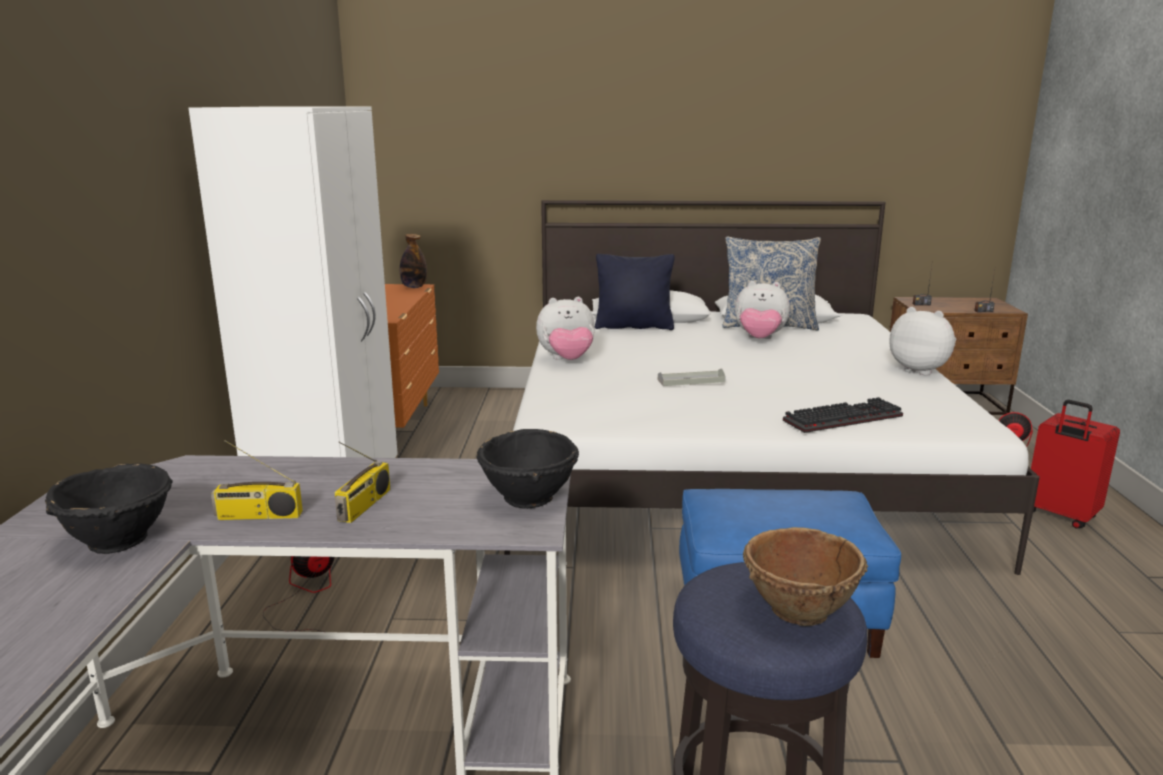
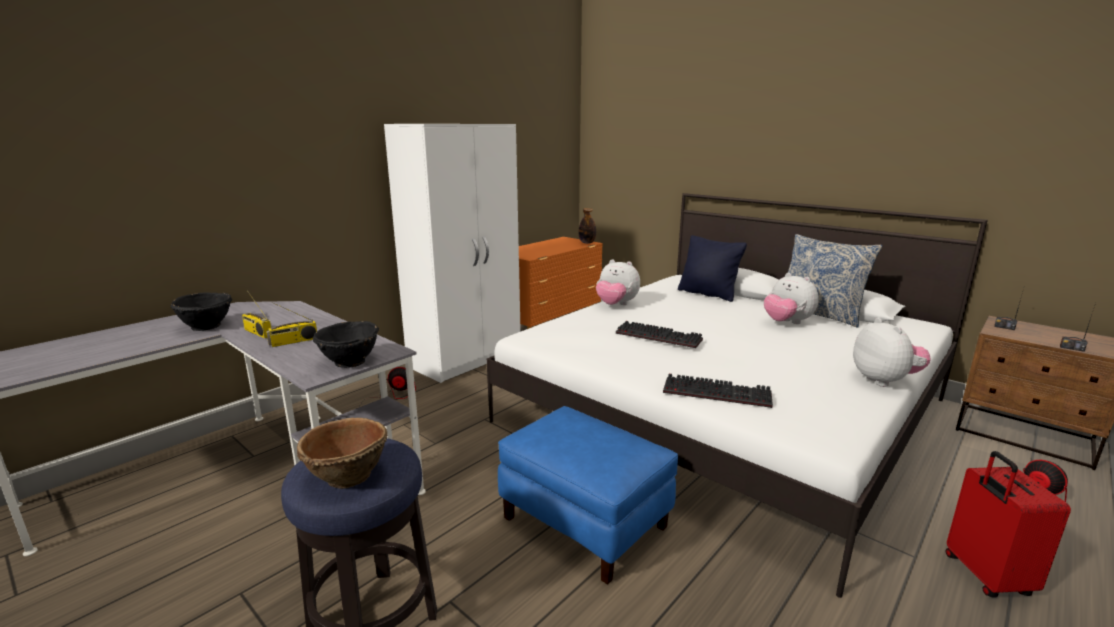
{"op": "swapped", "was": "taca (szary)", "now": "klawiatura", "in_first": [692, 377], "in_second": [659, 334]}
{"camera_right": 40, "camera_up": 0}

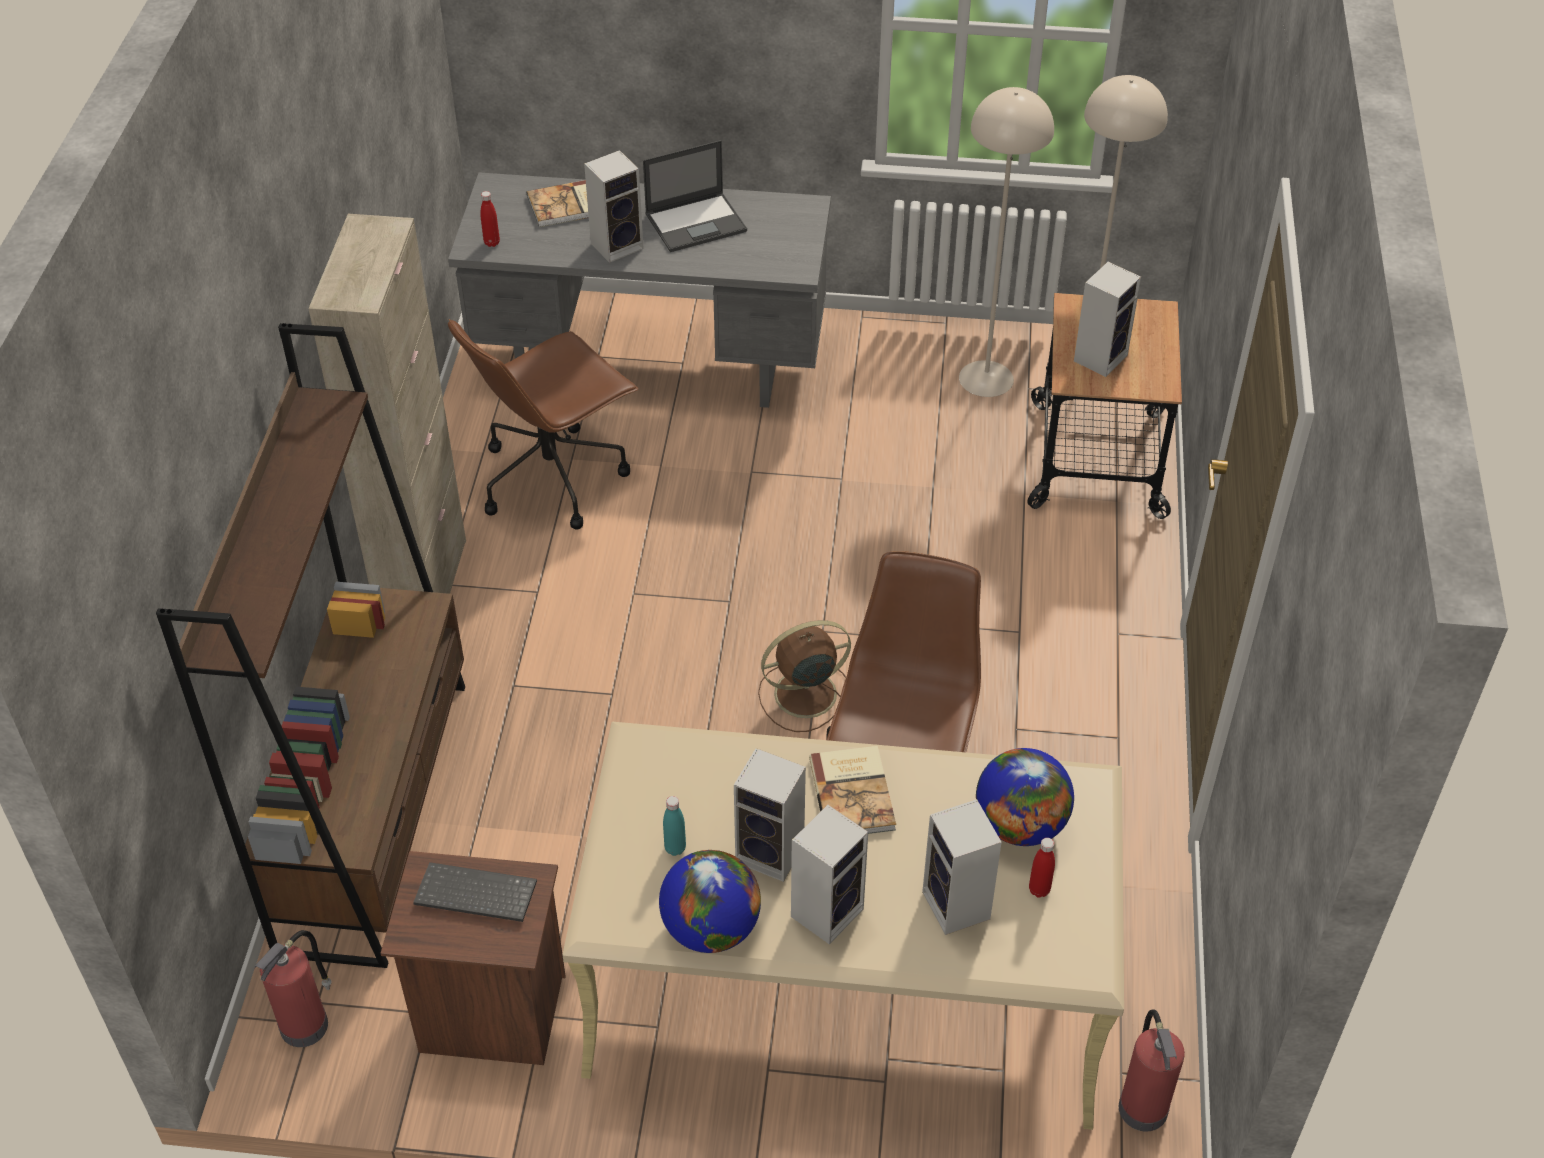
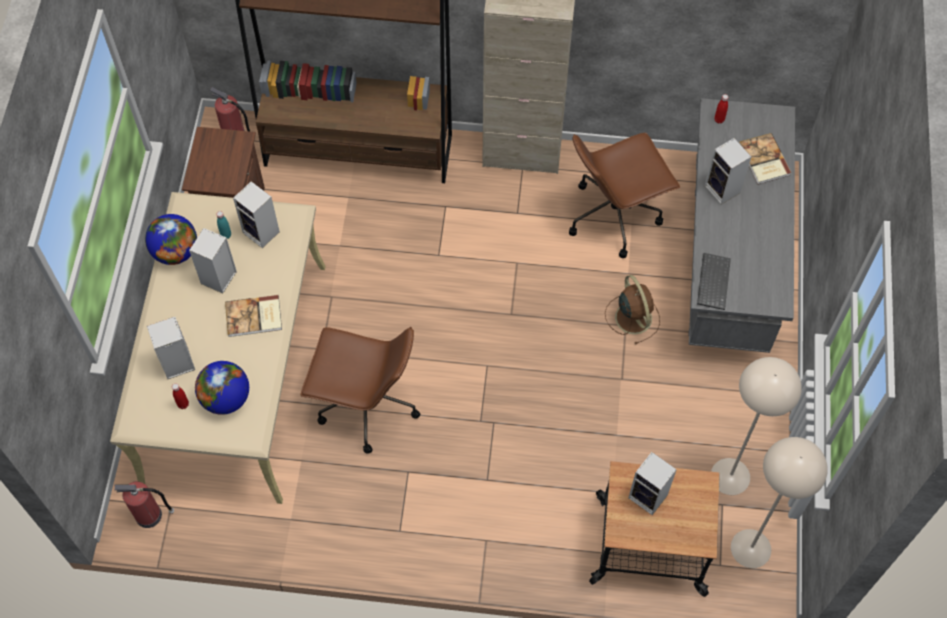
{"op": "gone", "was": "laptop", "in_first": [695, 196]}
{"op": "rotated", "was": "krzesło biurowe (brązowy)", "in_first": [543, 424], "in_second": [624, 195], "clockwise": -75}
{"op": "shifted", "was": "wentylator (brązowy)", "in_first": [804, 676], "in_second": [632, 310]}
{"op": "shifted", "was": "głośnik", "in_first": [829, 875], "in_second": [256, 214]}
{"op": "shifted", "was": "klawiatura", "in_first": [475, 892], "in_second": [714, 281]}
{"camera_right": 90, "camera_up": 15}

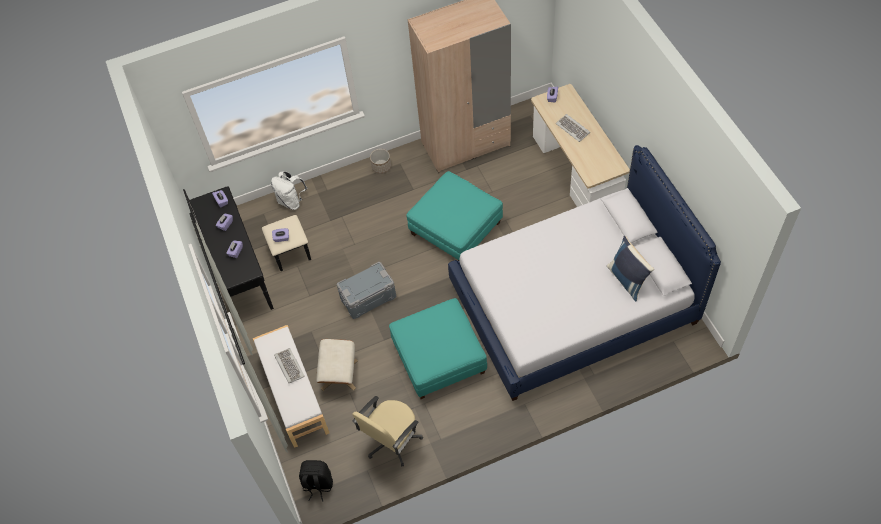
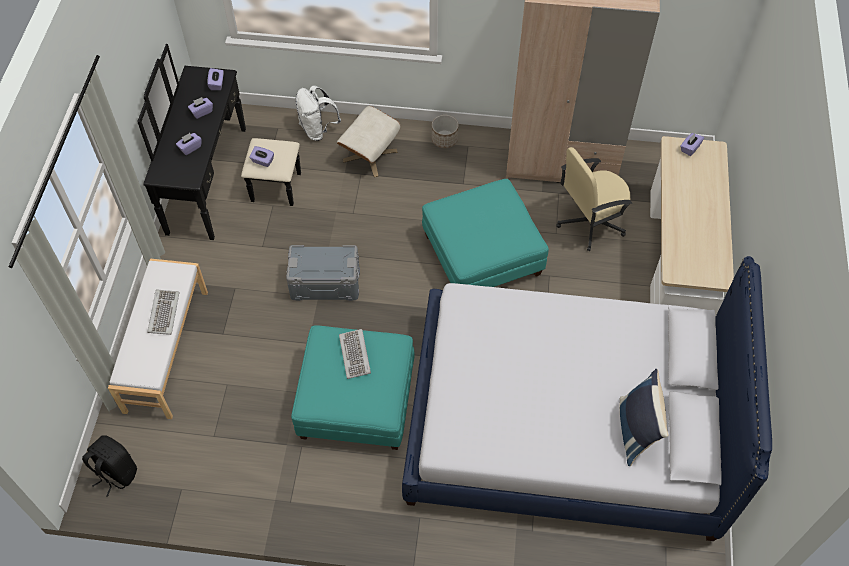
{"op": "shifted", "was": "klawiatura", "in_first": [573, 128], "in_second": [355, 354]}
{"op": "shifted", "was": "pufa (beżowy)", "in_first": [337, 365], "in_second": [368, 141]}
{"op": "shifted", "was": "krzesło biurowe (beżowy)", "in_first": [387, 431], "in_second": [594, 199]}
{"camera_right": 25, "camera_up": 0}

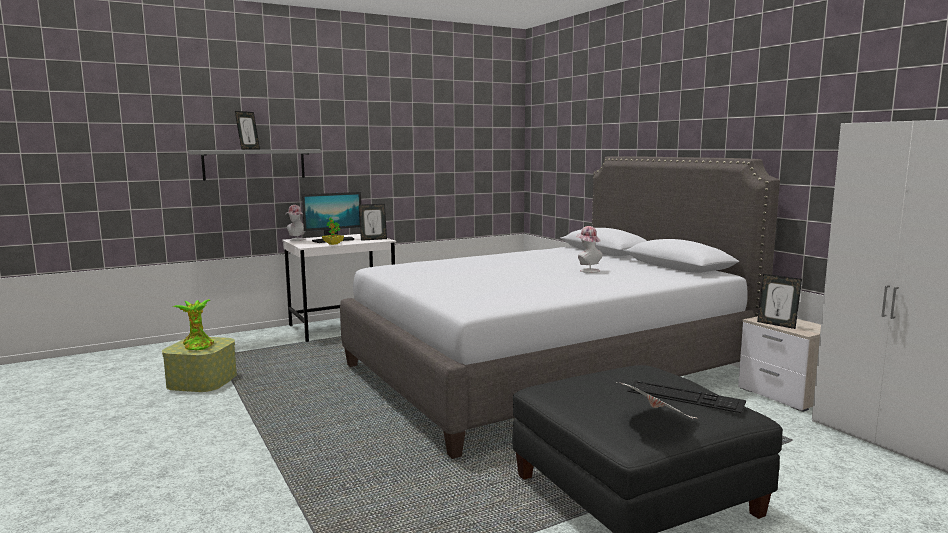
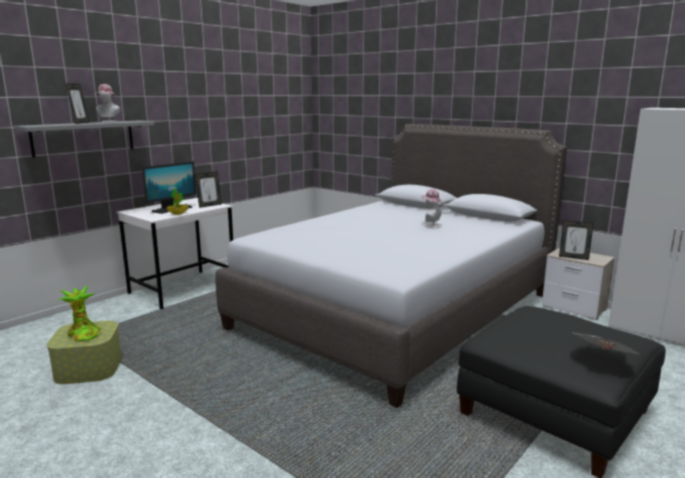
{"op": "shifted", "was": "kapelusz", "in_first": [296, 223], "in_second": [108, 103]}
{"op": "gone", "was": "klawiatura", "in_first": [686, 396]}
{"camera_right": -20, "camera_up": 5}

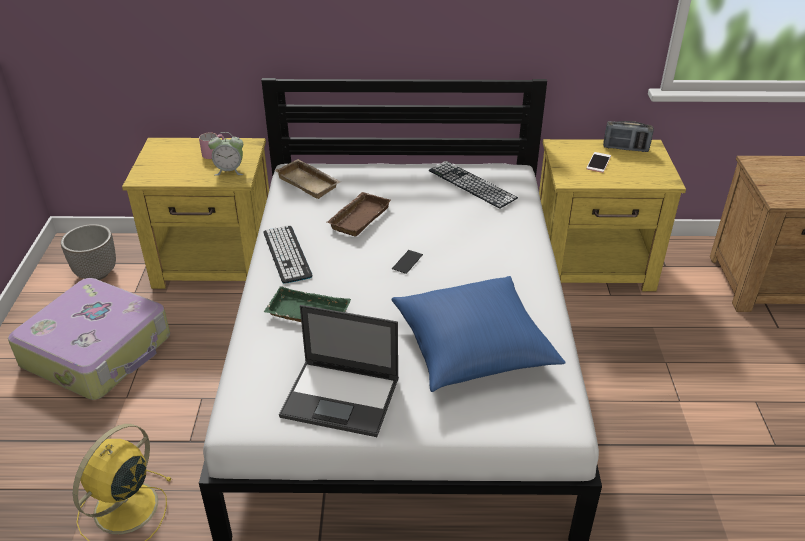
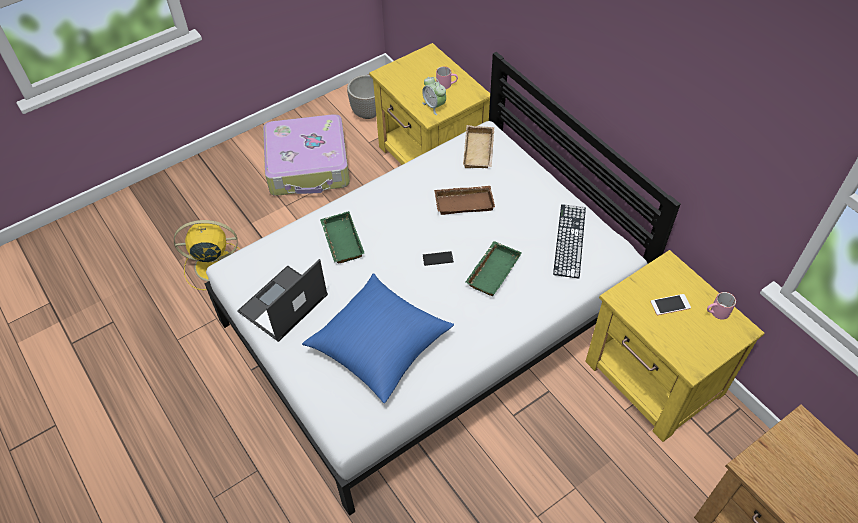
{"op": "swapped", "was": "radio", "now": "kubek (różowy)", "in_first": [628, 136], "in_second": [721, 305]}
{"op": "gone", "was": "klawiatura", "in_first": [288, 255]}
{"op": "rotated", "was": "laptop", "in_first": [339, 371], "in_second": [282, 300], "clockwise": 60}
{"op": "new", "now": "taca (zielony)", "in_second": [494, 268]}
{"camera_right": 55, "camera_up": 15}

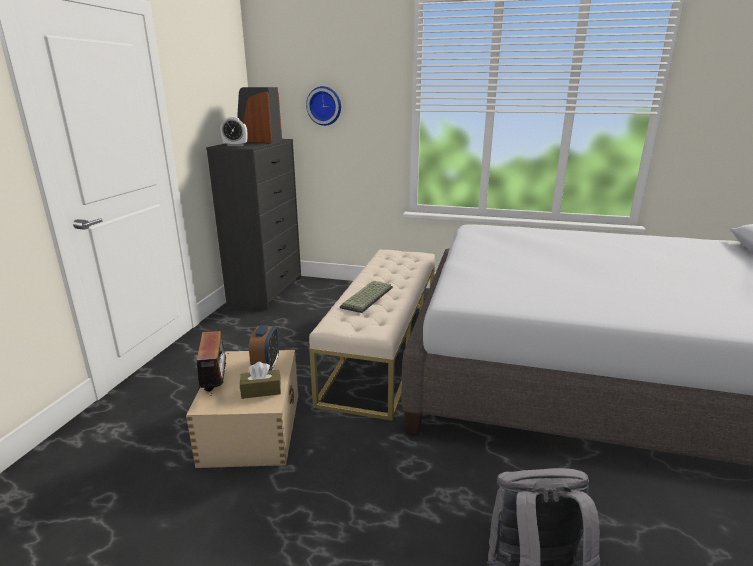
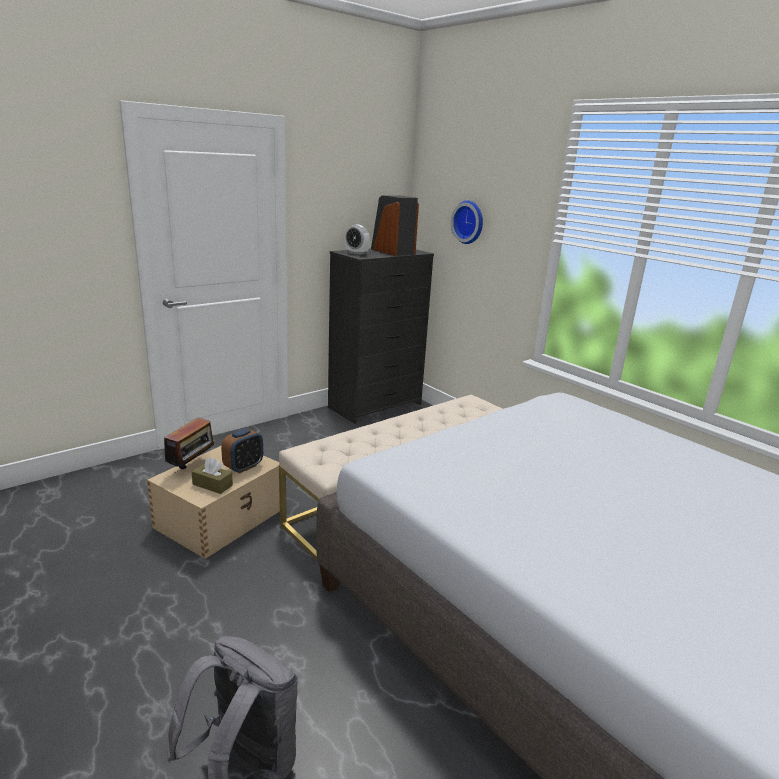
{"op": "gone", "was": "klawiatura", "in_first": [366, 297]}
{"camera_right": 35, "camera_up": 0}

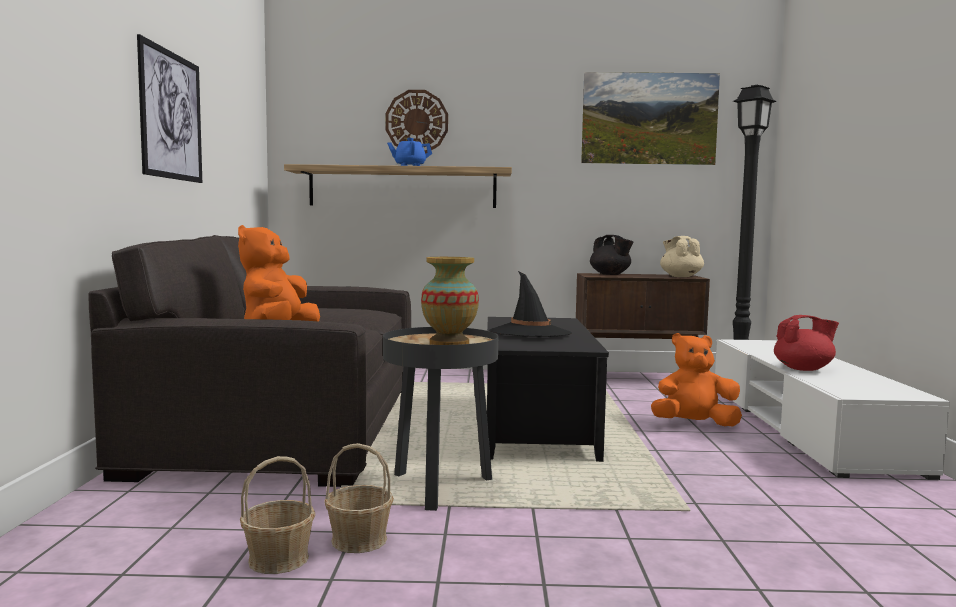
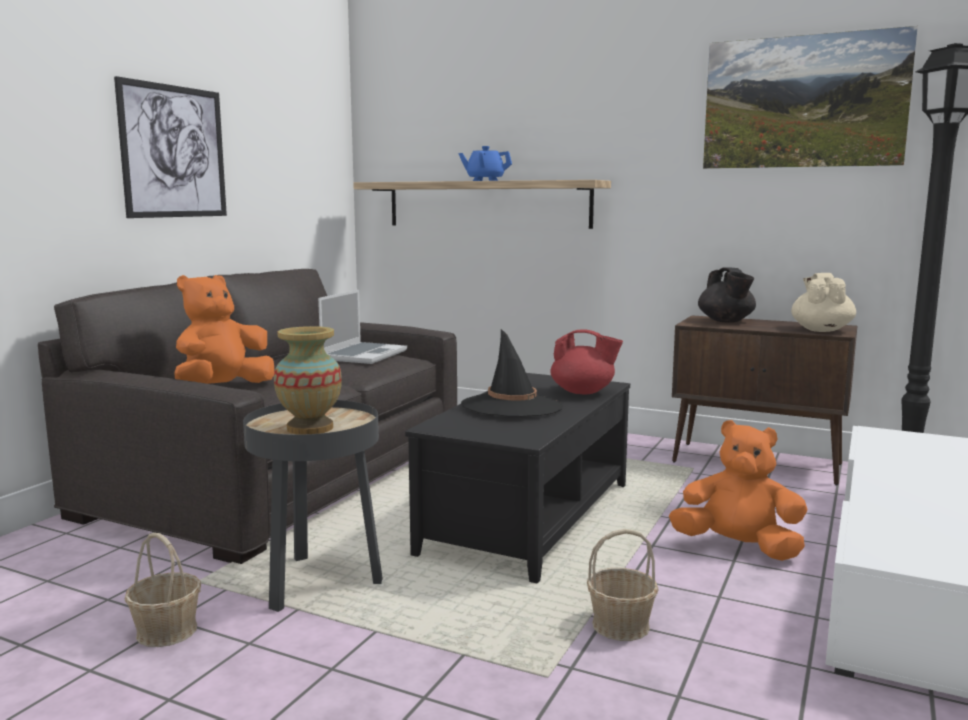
{"op": "gone", "was": "zegar ścienny", "in_first": [417, 122]}
{"op": "shifted", "was": "imbryk (czerwony)", "in_first": [806, 343], "in_second": [587, 362]}
{"op": "shifted", "was": "koszyk", "in_first": [277, 515], "in_second": [623, 585]}
{"op": "new", "now": "laptop", "in_second": [362, 327]}
{"camera_right": 25, "camera_up": 5}

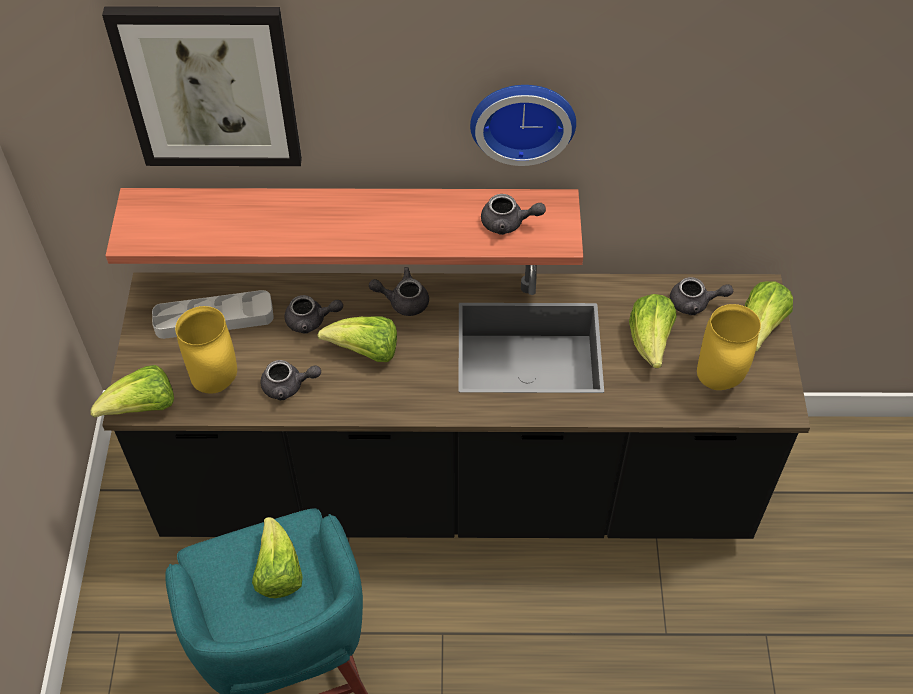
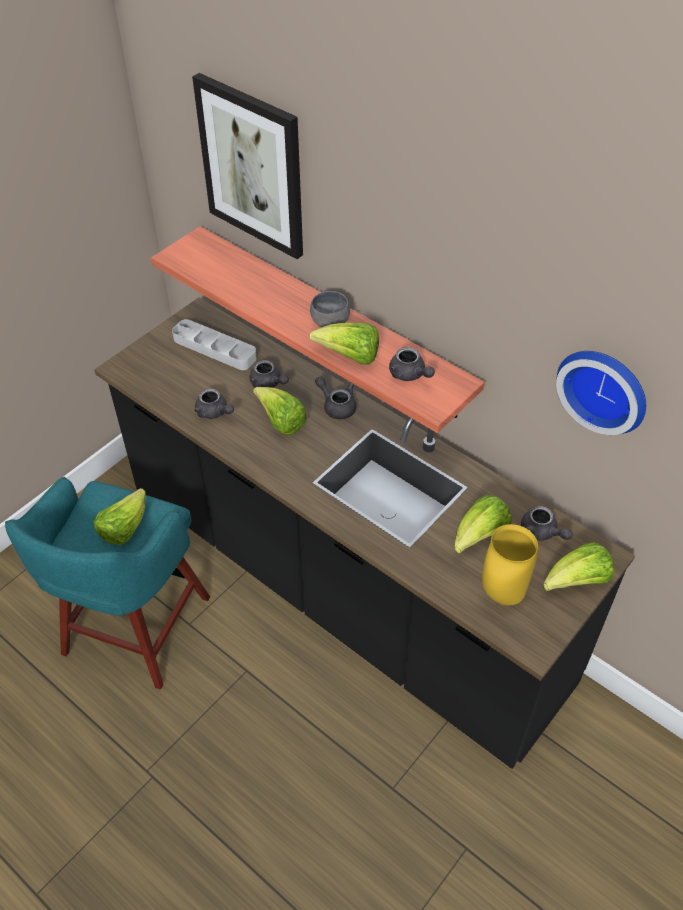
{"op": "shifted", "was": "zegar ścienny", "in_first": [523, 125], "in_second": [601, 393]}
{"op": "gone", "was": "wazon (żółty)", "in_first": [206, 349]}
{"op": "shifted", "was": "sałata", "in_first": [132, 391], "in_second": [344, 344]}
{"op": "new", "now": "miska (szary)", "in_second": [330, 309]}
{"camera_right": 40, "camera_up": -5}

